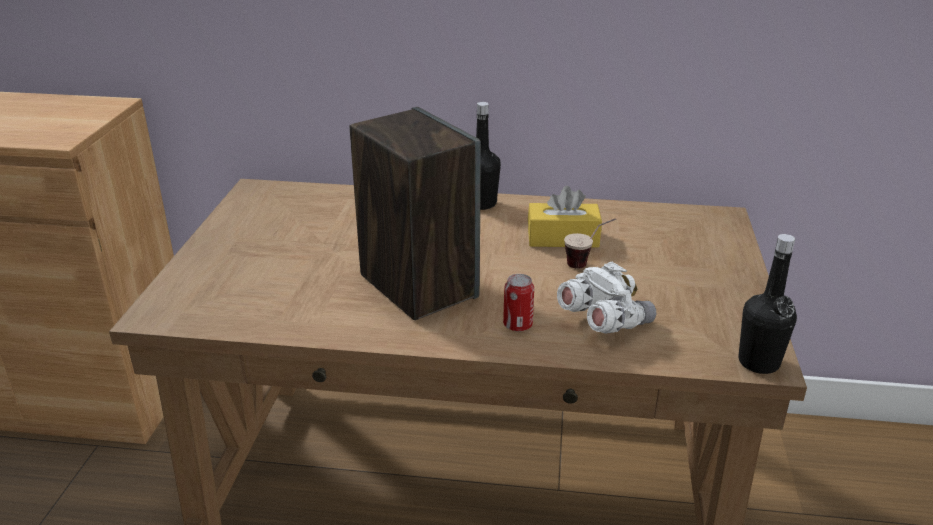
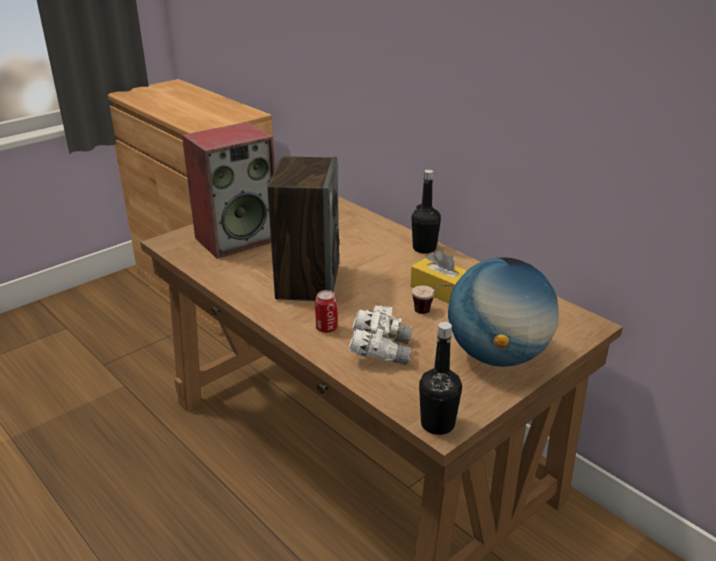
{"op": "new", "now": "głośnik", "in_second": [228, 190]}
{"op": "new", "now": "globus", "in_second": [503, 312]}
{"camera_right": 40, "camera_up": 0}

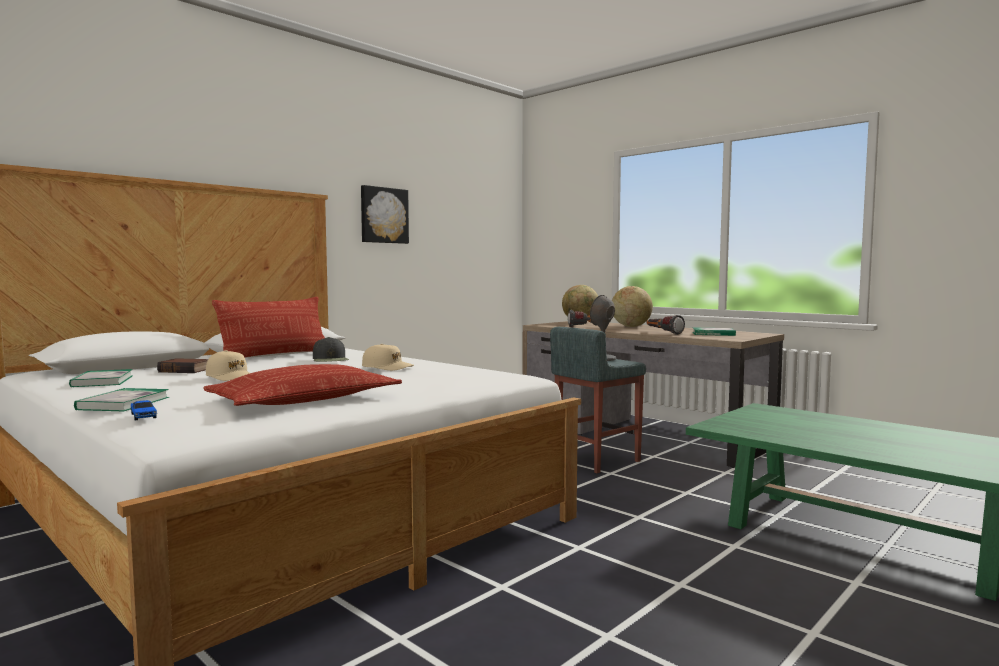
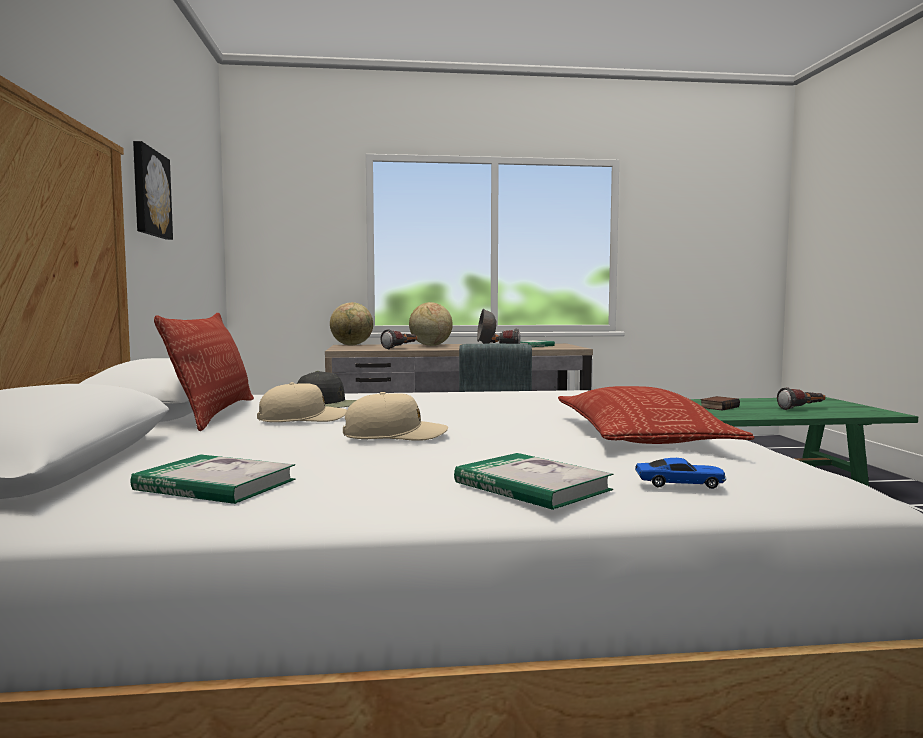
{"op": "shifted", "was": "czapka z daszkiem (beżowy)", "in_first": [388, 357], "in_second": [302, 402]}
{"op": "shifted", "was": "książka", "in_first": [182, 365], "in_second": [720, 403]}
{"op": "new", "now": "latarka", "in_second": [801, 398]}
{"camera_right": -50, "camera_up": 0}

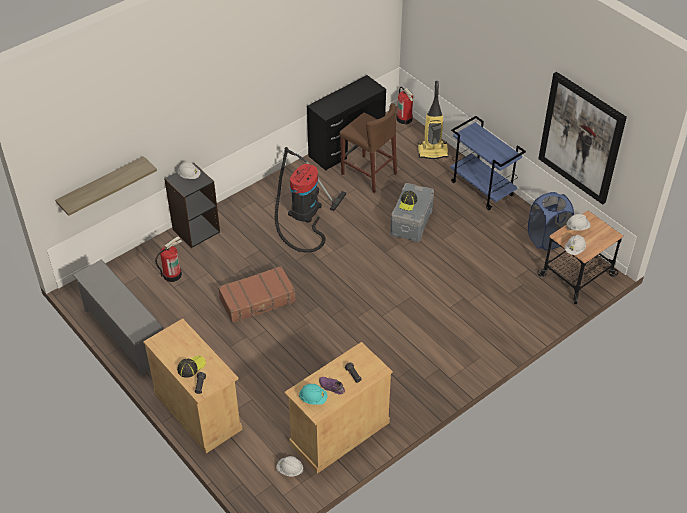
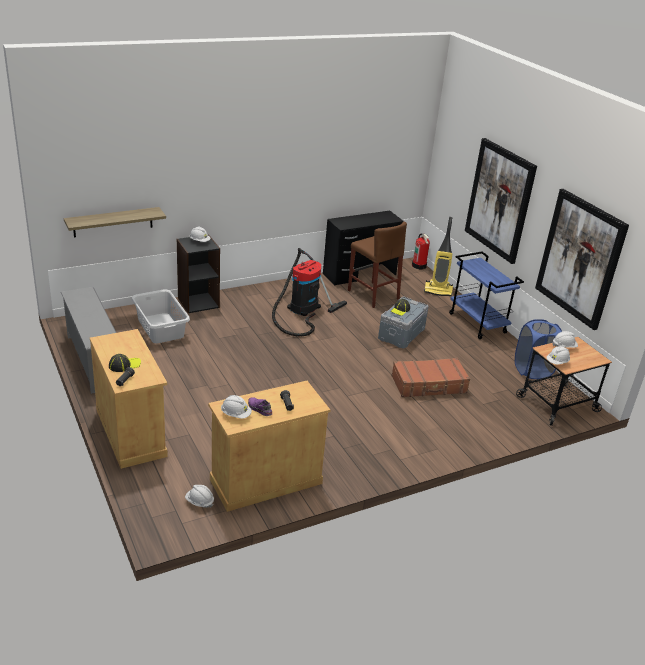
{"op": "swapped", "was": "gaśnica", "now": "kosz na pranie (szary)", "in_first": [168, 259], "in_second": [160, 316]}
{"op": "shifted", "was": "walizka (brązowy)", "in_first": [257, 294], "in_second": [431, 377]}
{"op": "repainted", "was": "kask (turkusowy)", "now": "kask (biały)", "in_first": [313, 394], "in_second": [236, 407]}
{"op": "new", "now": "obraz", "in_second": [501, 201]}
{"camera_right": 10, "camera_up": -15}

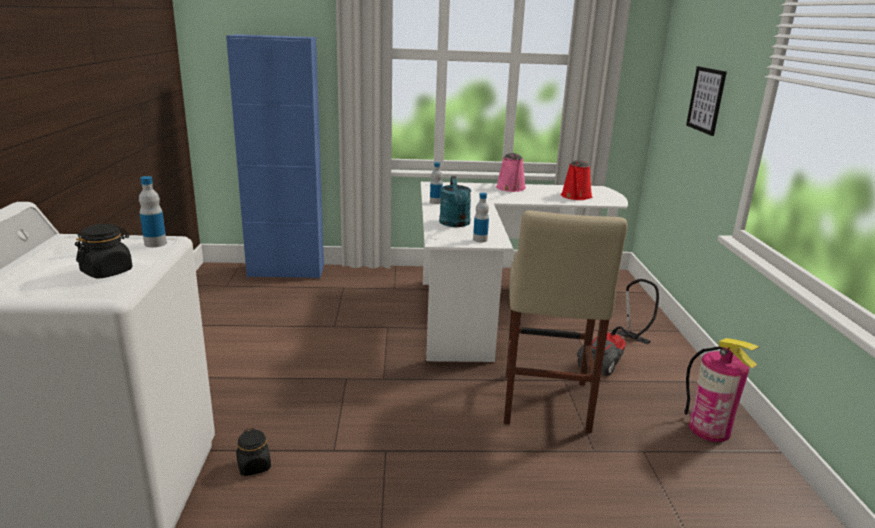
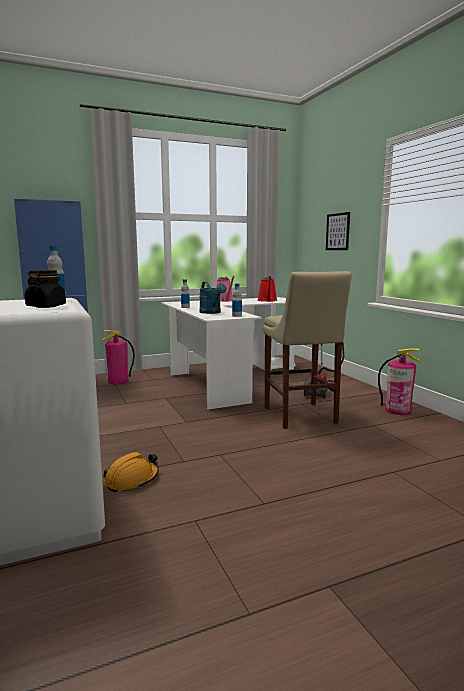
{"op": "swapped", "was": "słoik (czarny)", "now": "kask (pomarańczowy)", "in_first": [253, 452], "in_second": [131, 472]}
{"op": "new", "now": "gaśnica", "in_second": [117, 357]}
{"camera_right": -20, "camera_up": -10}

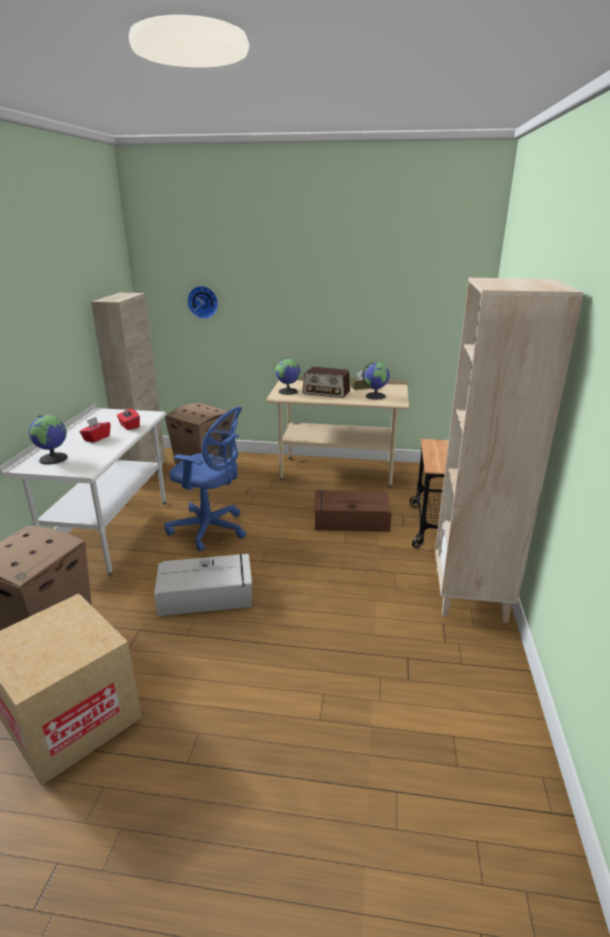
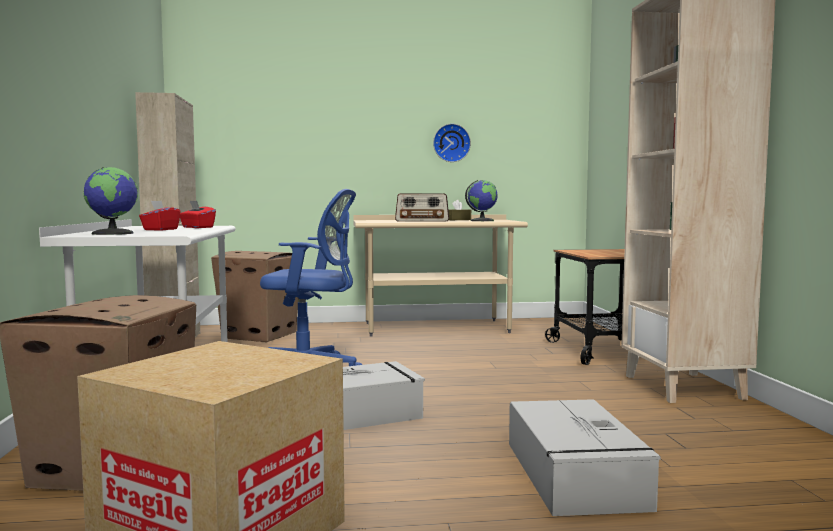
{"op": "shifted", "was": "zegar ścienny", "in_first": [202, 302], "in_second": [452, 143]}
{"op": "gone", "was": "globus", "in_first": [288, 376]}
{"op": "gone", "was": "pojemnik do przechowywania (brązowy)", "in_first": [353, 511]}
{"op": "new", "now": "pojemnik do przechowywania (szary)", "in_second": [585, 457]}
{"camera_right": -15, "camera_up": -20}

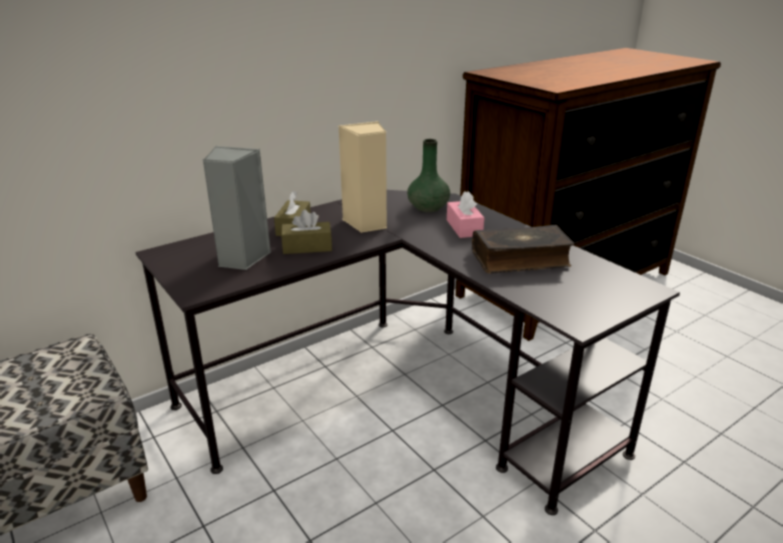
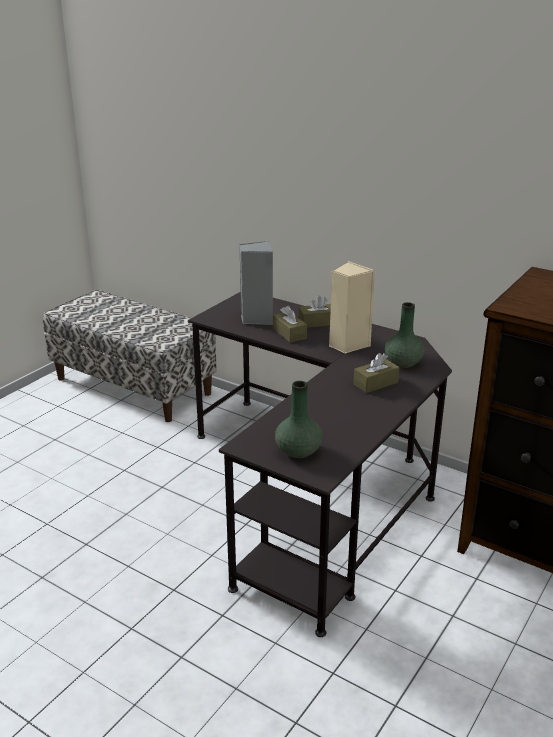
{"op": "repainted", "was": "pudełko chusteczek (różowy)", "now": "pudełko chusteczek (brązowy)", "in_first": [465, 214], "in_second": [376, 373]}
{"op": "gone", "was": "książka", "in_first": [523, 249]}
{"op": "new", "now": "wazon (zielony)", "in_second": [299, 419]}
{"camera_right": 70, "camera_up": 0}

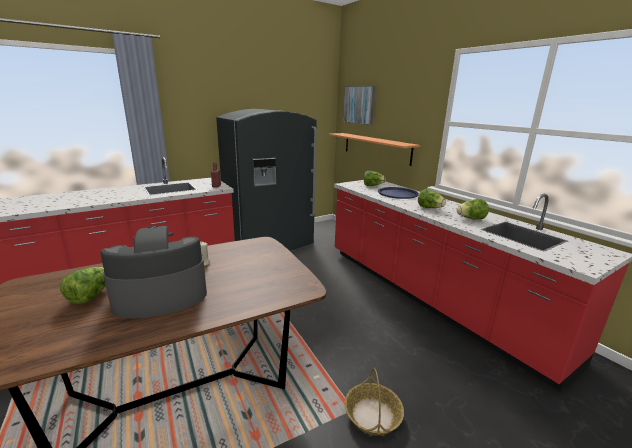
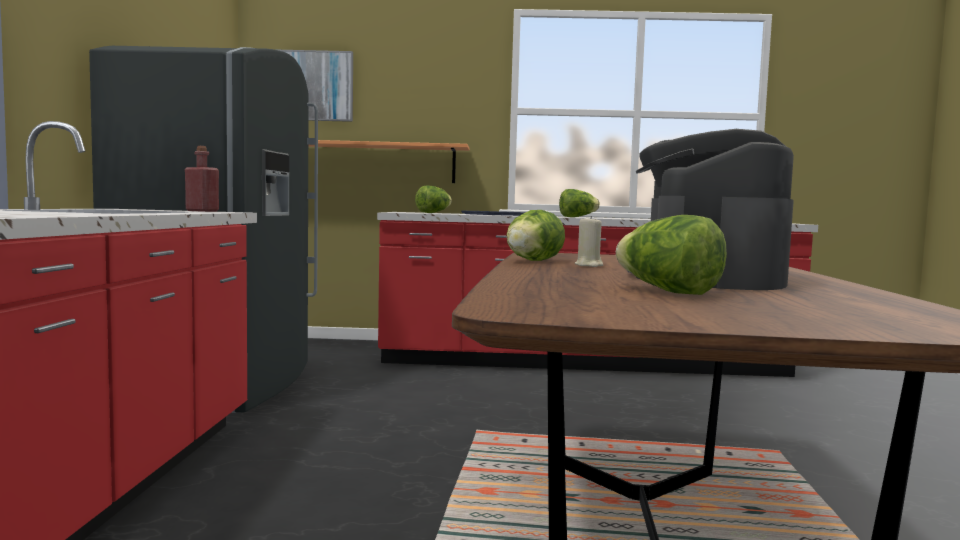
{"op": "shifted", "was": "sałata", "in_first": [472, 209], "in_second": [536, 235]}
{"op": "gone", "was": "koszyk", "in_first": [374, 402]}
{"camera_right": -55, "camera_up": -15}

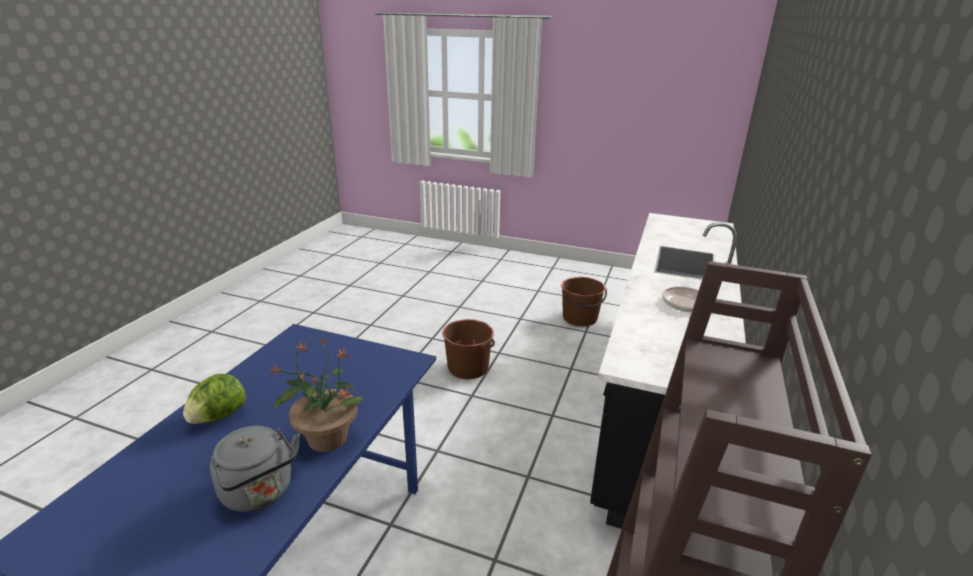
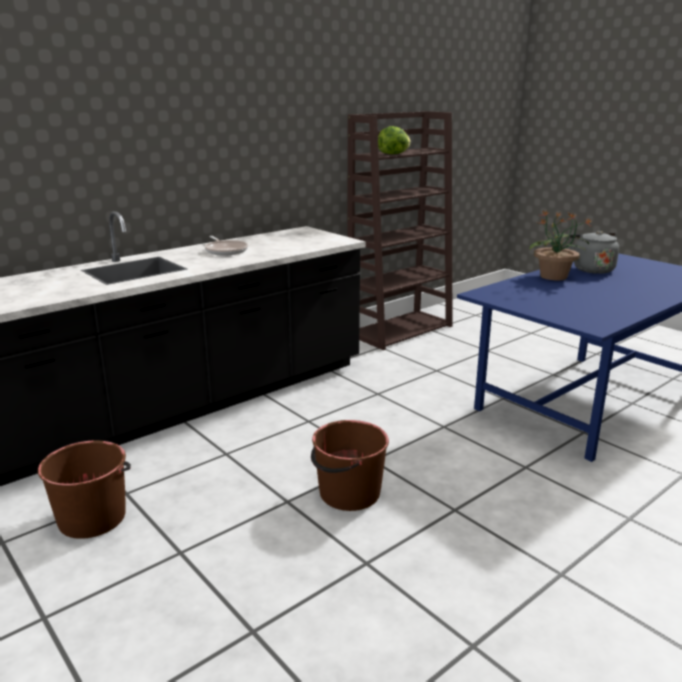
{"op": "shifted", "was": "sałata", "in_first": [214, 399], "in_second": [394, 140]}
{"camera_right": -150, "camera_up": -5}

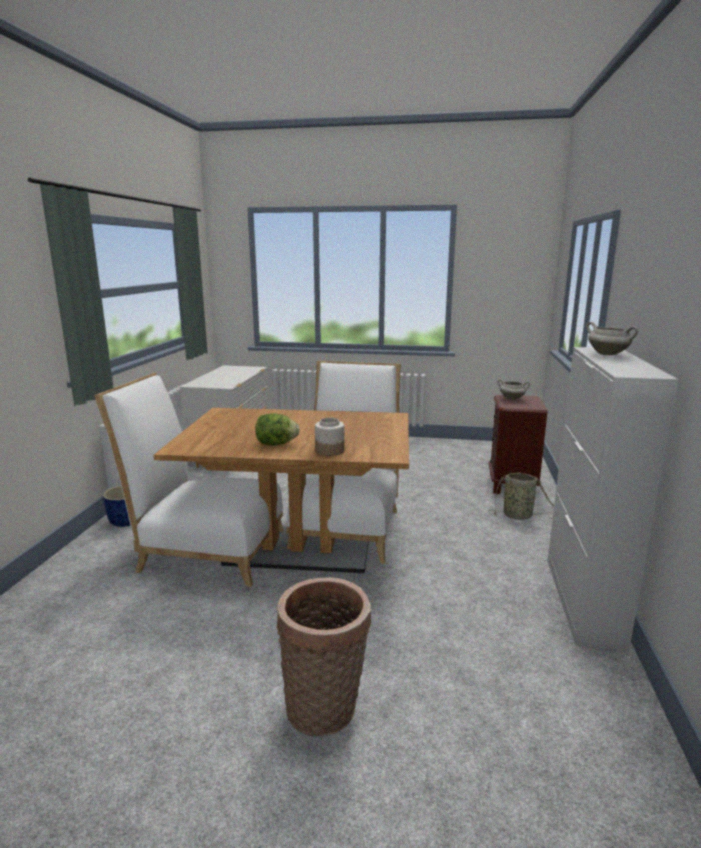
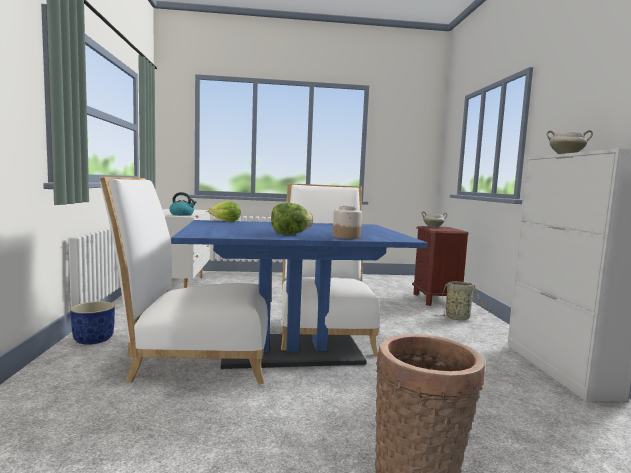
{"op": "repainted", "was": "stół jadalny (brązowy)", "now": "stół jadalny (niebieski)", "in_first": [281, 490], "in_second": [299, 294]}
{"op": "new", "now": "czajnik", "in_second": [182, 204]}
{"op": "new", "now": "sałata", "in_second": [225, 211]}
{"camera_right": -15, "camera_up": -10}

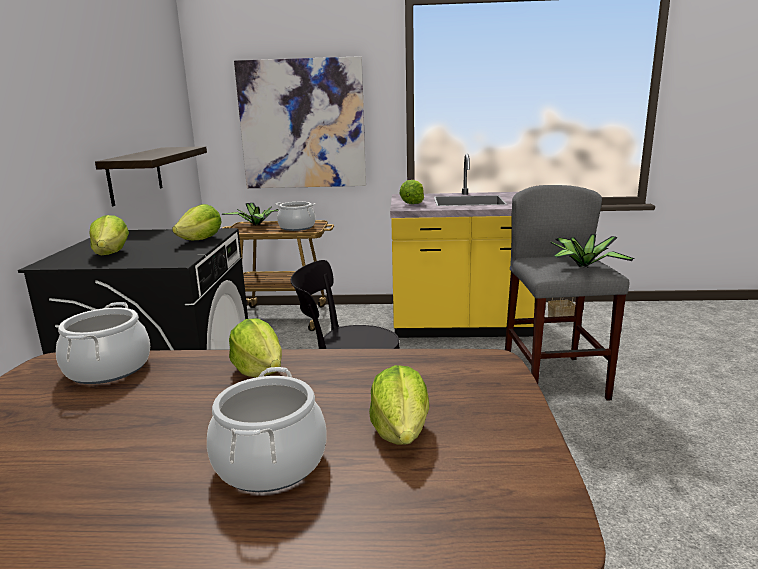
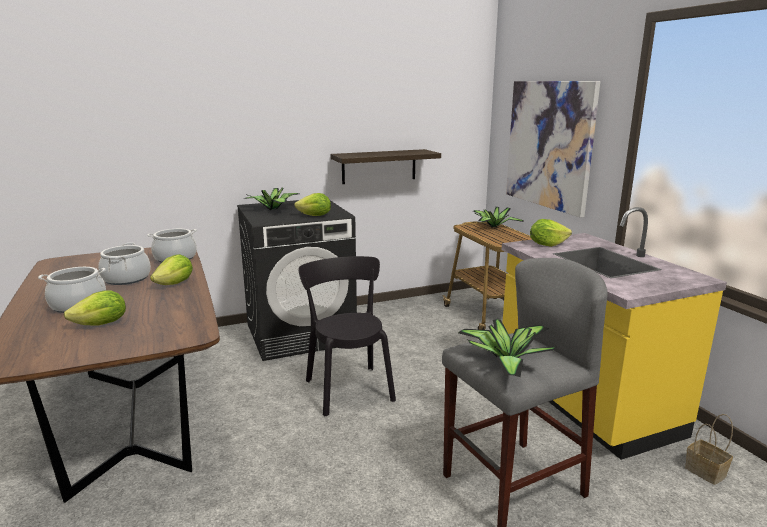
{"op": "shifted", "was": "garnek", "in_first": [295, 216], "in_second": [124, 264]}
{"op": "swapped", "was": "sałata", "now": "roślina doniczkowa", "in_first": [109, 235], "in_second": [271, 199]}
{"camera_right": 65, "camera_up": 0}

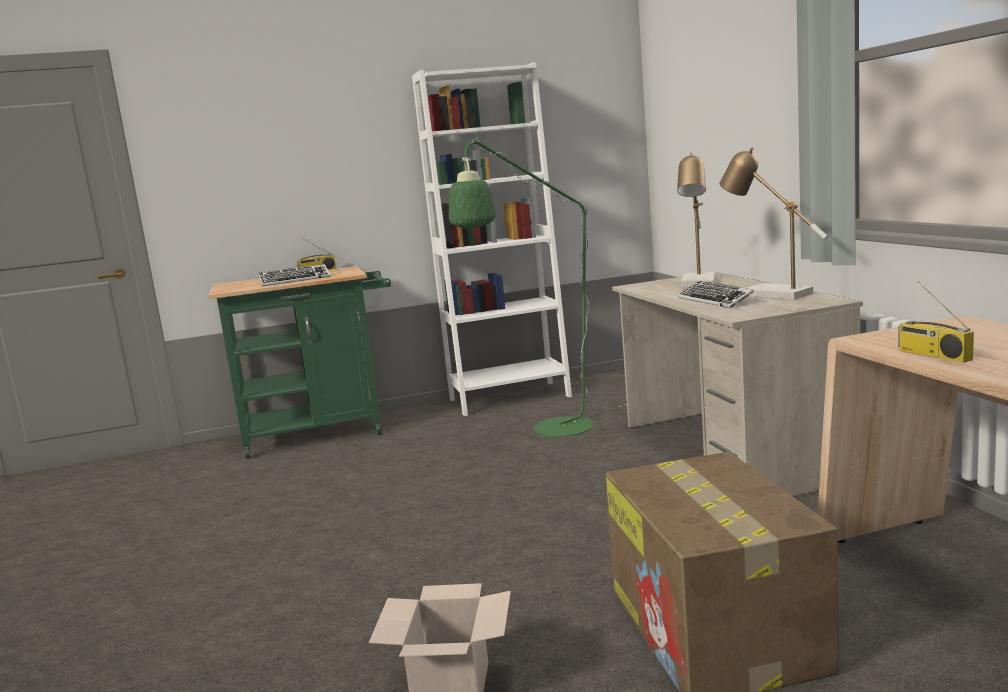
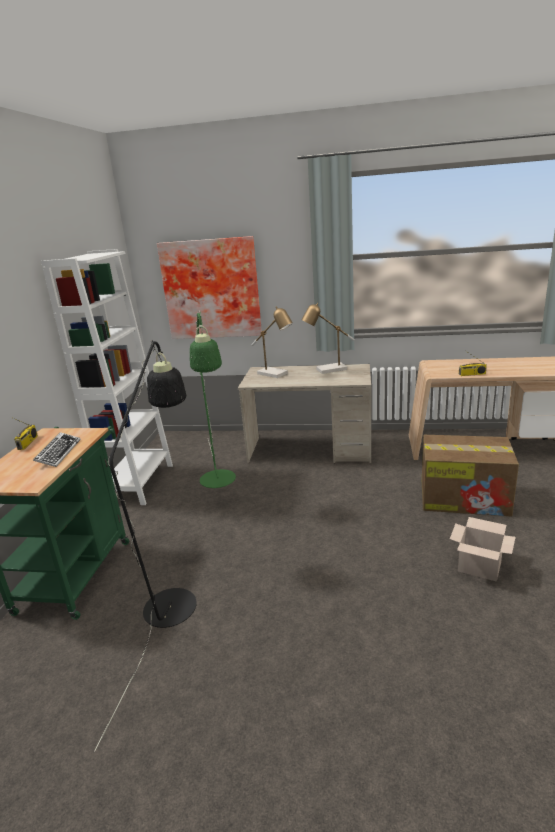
{"op": "gone", "was": "klawiatura", "in_first": [716, 294]}
{"op": "new", "now": "obraz", "in_second": [209, 287]}
{"op": "new", "now": "lampa stojąca (czarny)", "in_second": [145, 546]}
{"camera_right": -65, "camera_up": 10}

